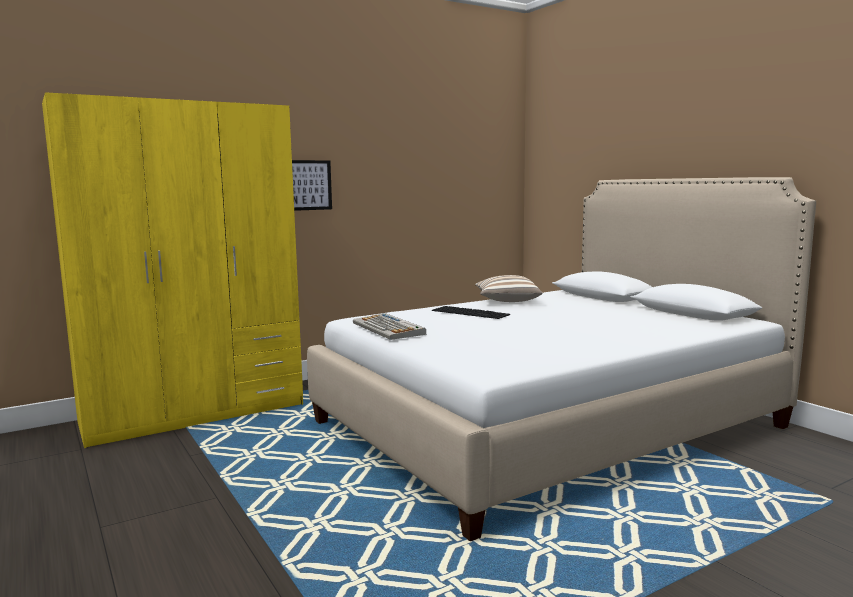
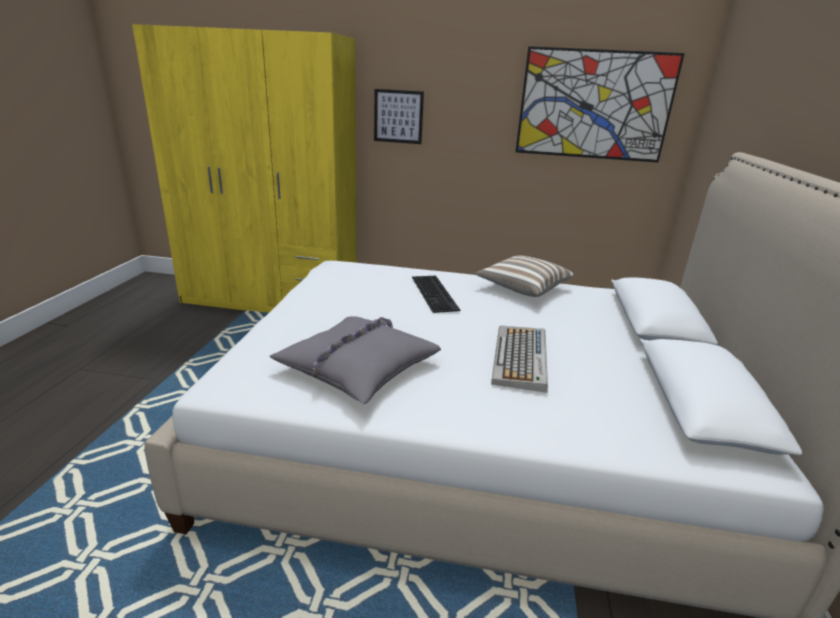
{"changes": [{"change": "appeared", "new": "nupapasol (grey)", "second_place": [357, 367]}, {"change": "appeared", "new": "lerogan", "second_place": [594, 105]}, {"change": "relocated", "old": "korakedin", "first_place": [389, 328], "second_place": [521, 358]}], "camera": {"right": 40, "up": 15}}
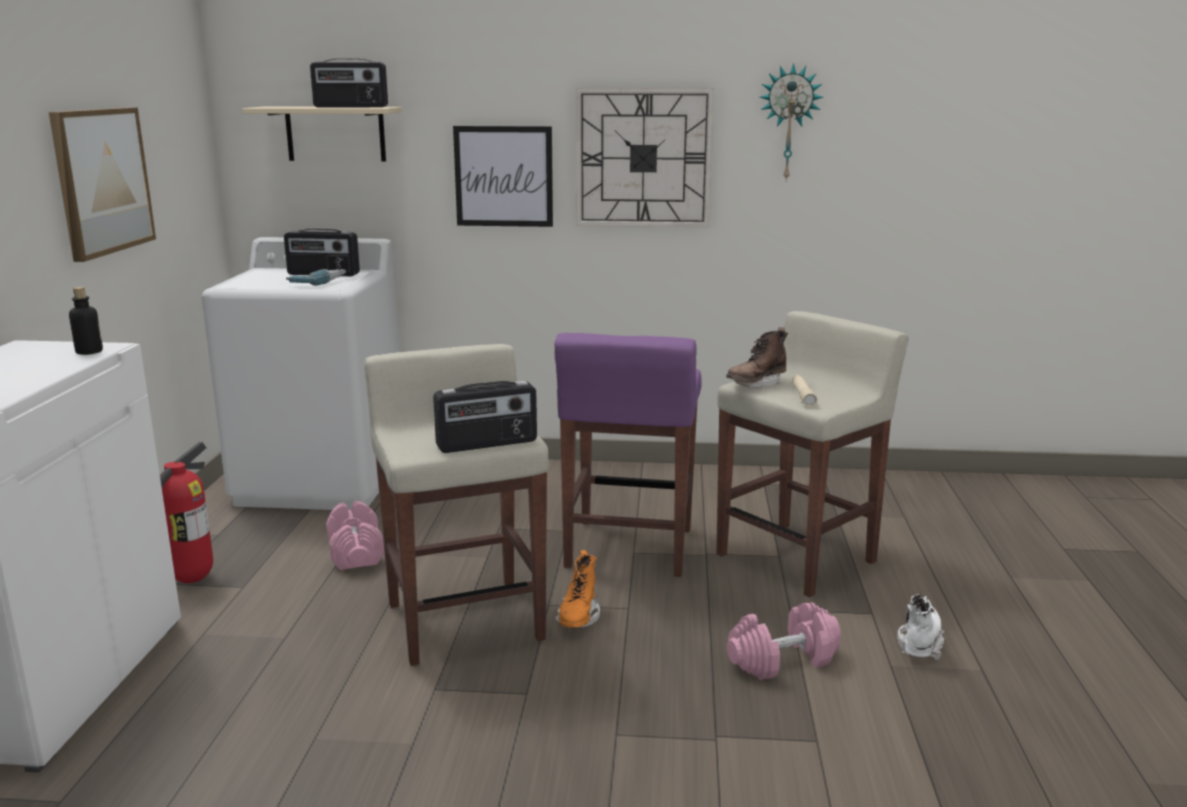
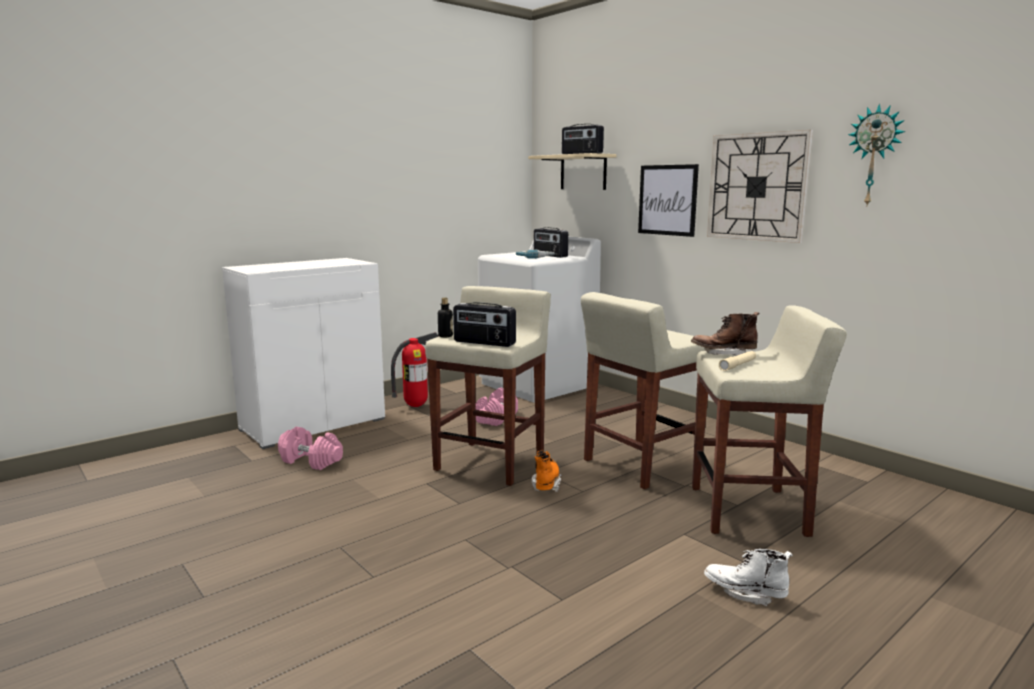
{"changes": [{"change": "missing", "old": "lerogan", "first_place": [102, 181]}, {"change": "relocated", "old": "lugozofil", "first_place": [89, 352], "second_place": [445, 336]}, {"change": "relocated", "old": "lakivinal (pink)", "first_place": [782, 660], "second_place": [311, 461]}, {"change": "colour", "old": "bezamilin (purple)", "new": "bezamilin (beige)", "first_place": [628, 549], "second_place": [639, 465]}, {"change": "spun", "old": "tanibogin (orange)", "first_place": [578, 618], "second_place": [546, 484], "degrees": 135}, {"change": "spun", "old": "tanibogin (white)", "first_place": [920, 644], "second_place": [745, 593], "degrees": -135}], "camera": {"right": 45, "up": -5}}
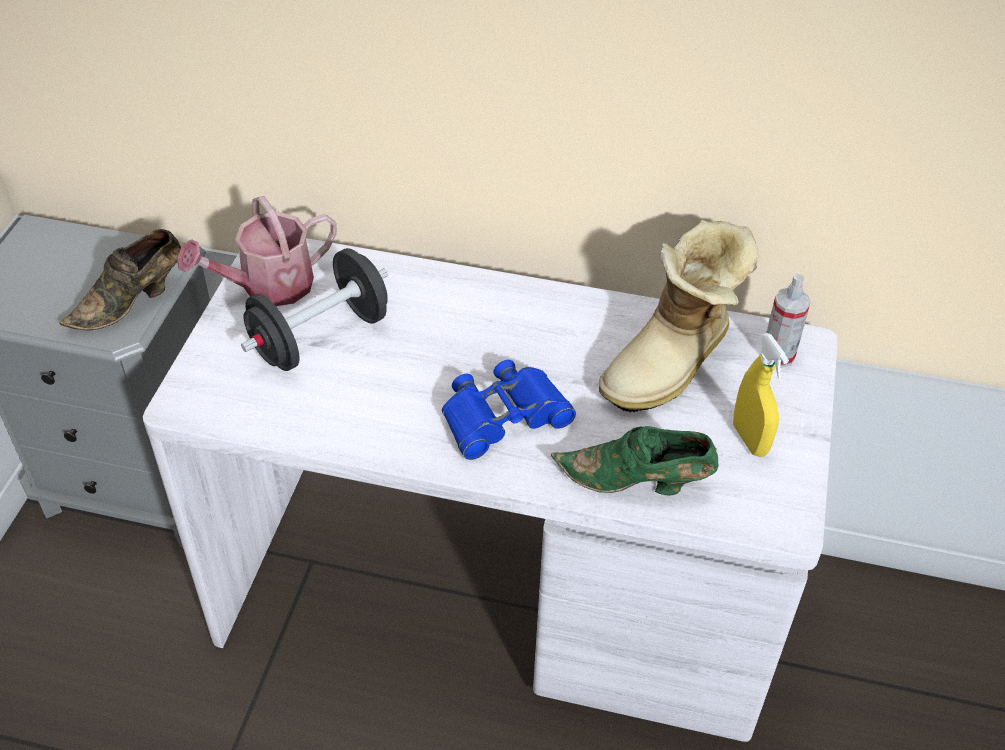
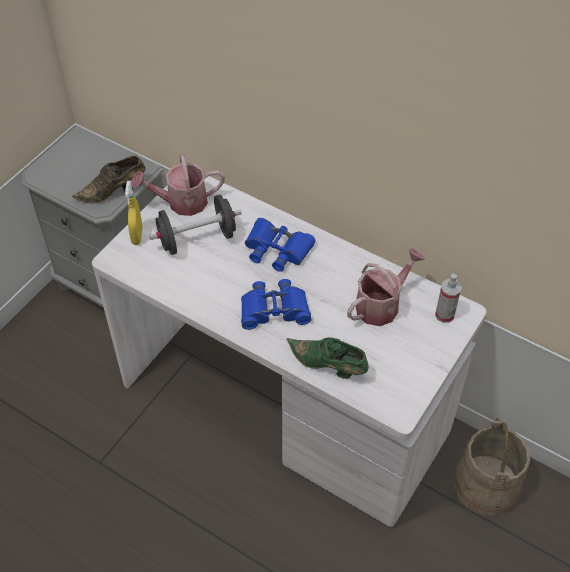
{"changes": [{"change": "appeared", "new": "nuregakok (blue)", "second_place": [277, 249]}, {"change": "appeared", "new": "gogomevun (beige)", "second_place": [486, 485]}, {"change": "relocated", "old": "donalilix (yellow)", "first_place": [750, 439], "second_place": [137, 236]}, {"change": "exchanged", "old": "tanibogin", "new": "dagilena", "first_place": [673, 364], "second_place": [381, 304]}], "camera": {"right": 20, "up": 5}}
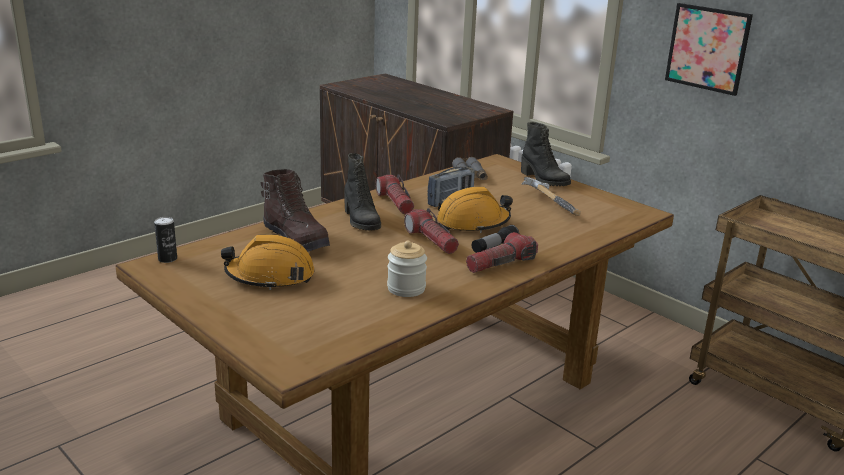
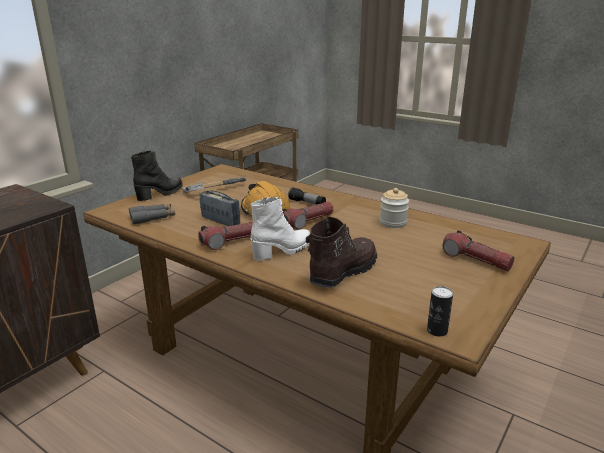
{"changes": [{"change": "missing", "old": "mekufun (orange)", "first_place": [270, 276]}, {"change": "missing", "old": "lerogan", "first_place": [707, 48]}, {"change": "relocated", "old": "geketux", "first_place": [501, 264], "second_place": [475, 260]}, {"change": "colour", "old": "tanibogin (black)", "new": "tanibogin (white)", "first_place": [360, 221], "second_place": [283, 251]}], "camera": {"right": -100, "up": 0}}
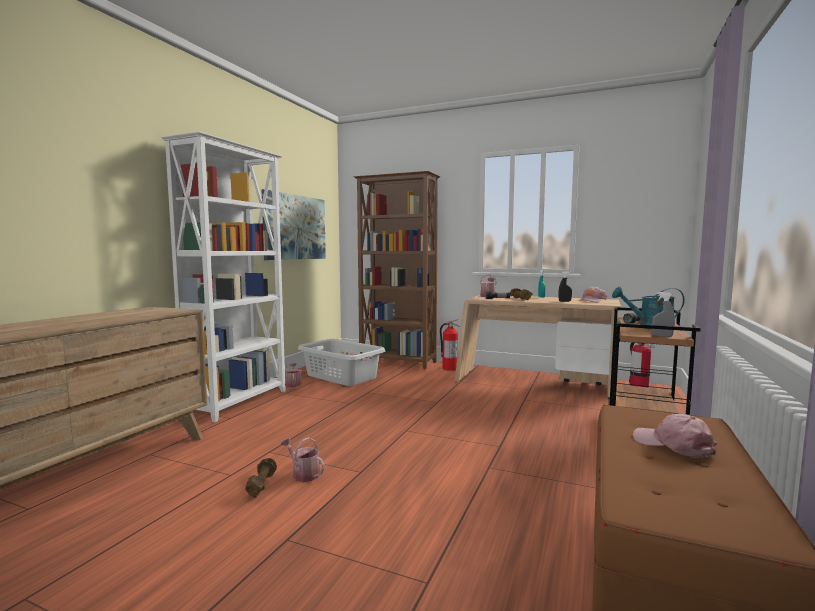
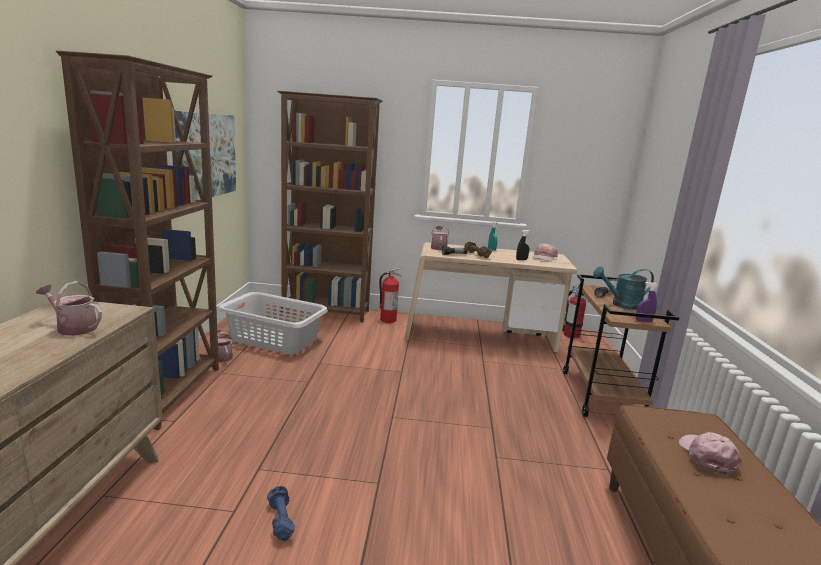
{"changes": [{"change": "relocated", "old": "dagilena", "first_place": [303, 474], "second_place": [73, 328]}, {"change": "colour", "old": "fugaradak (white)", "new": "fugaradak (brown)", "first_place": [239, 402], "second_place": [170, 393]}, {"change": "colour", "old": "lakivinal (brown)", "new": "lakivinal (blue)", "first_place": [261, 485], "second_place": [280, 520]}, {"change": "colour", "old": "donalilix (grey)", "new": "donalilix (purple)", "first_place": [662, 336], "second_place": [643, 321]}, {"change": "spun", "old": "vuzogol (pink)", "first_place": [673, 444], "second_place": [707, 456], "degrees": 60}], "camera": {"right": -20, "up": 10}}
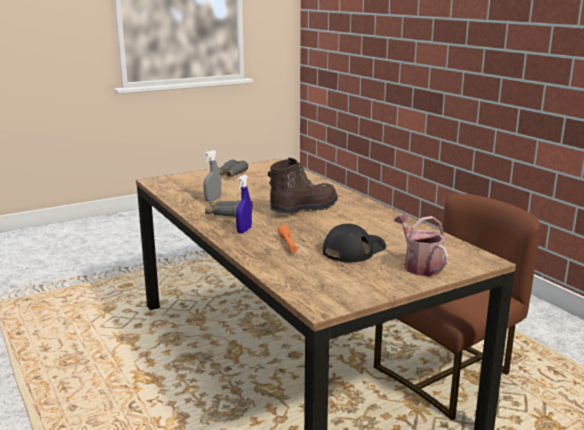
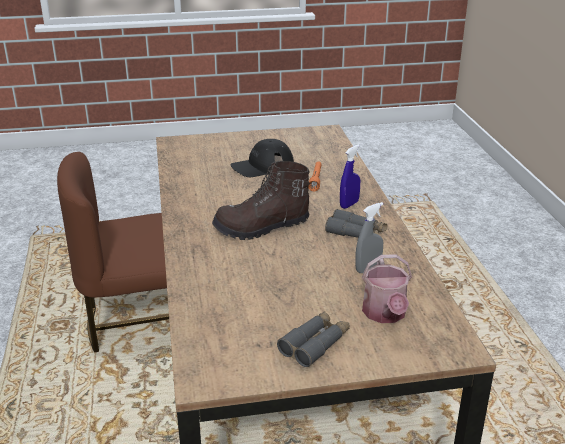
{"changes": [{"change": "relocated", "old": "dagilena", "first_place": [419, 265], "second_place": [385, 314]}], "camera": {"right": -160, "up": 10}}
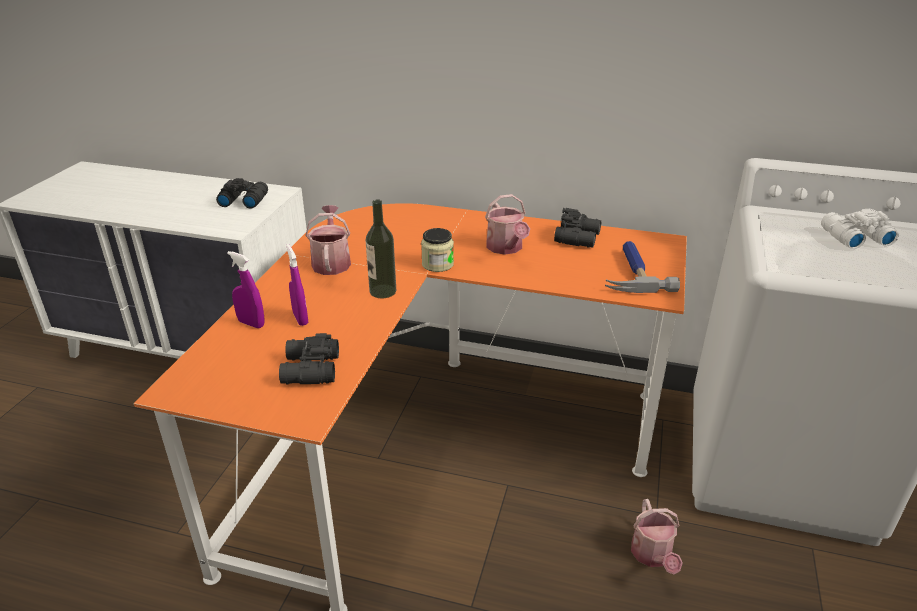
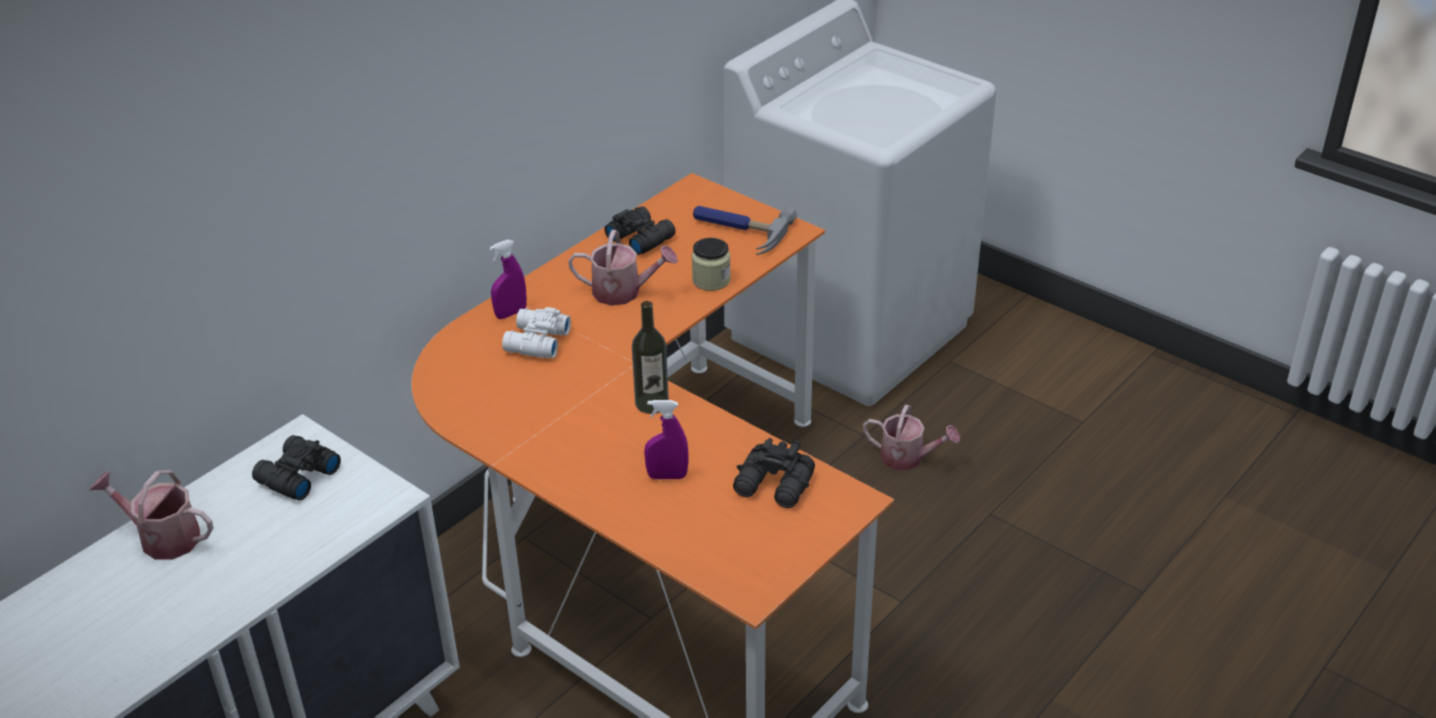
{"changes": [{"change": "relocated", "old": "donalilix (purple)", "first_place": [251, 323], "second_place": [511, 313]}, {"change": "relocated", "old": "dagilena", "first_place": [331, 262], "second_place": [163, 537]}, {"change": "relocated", "old": "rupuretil", "first_place": [437, 264], "second_place": [711, 280]}, {"change": "relocated", "old": "nuregakok (white)", "first_place": [853, 237], "second_place": [535, 342]}], "camera": {"right": -65, "up": 5}}
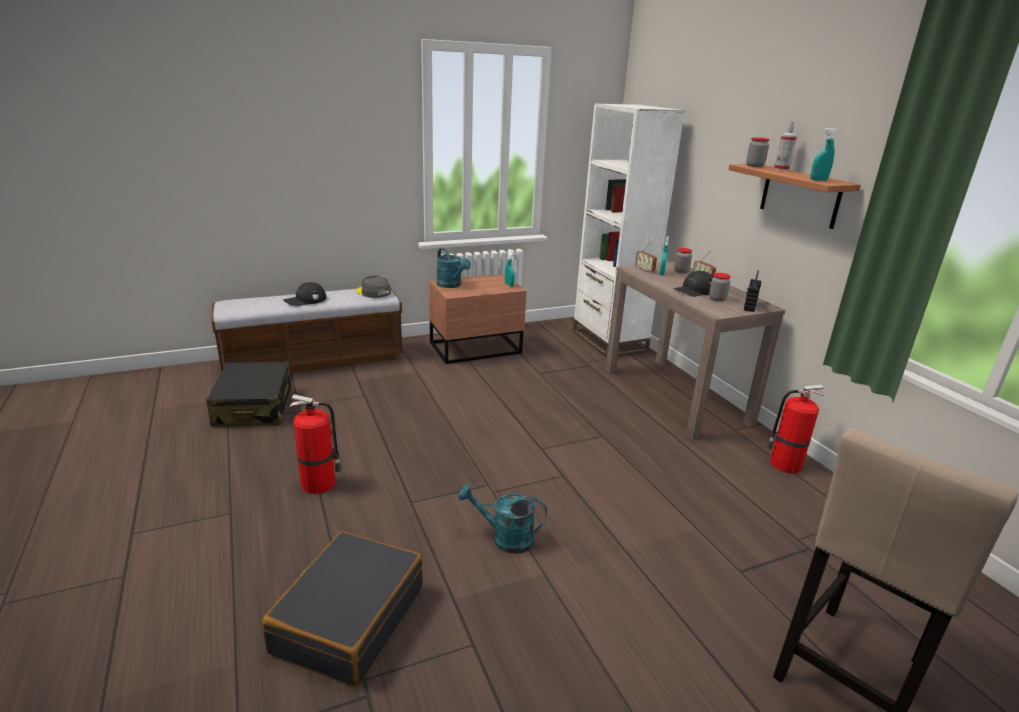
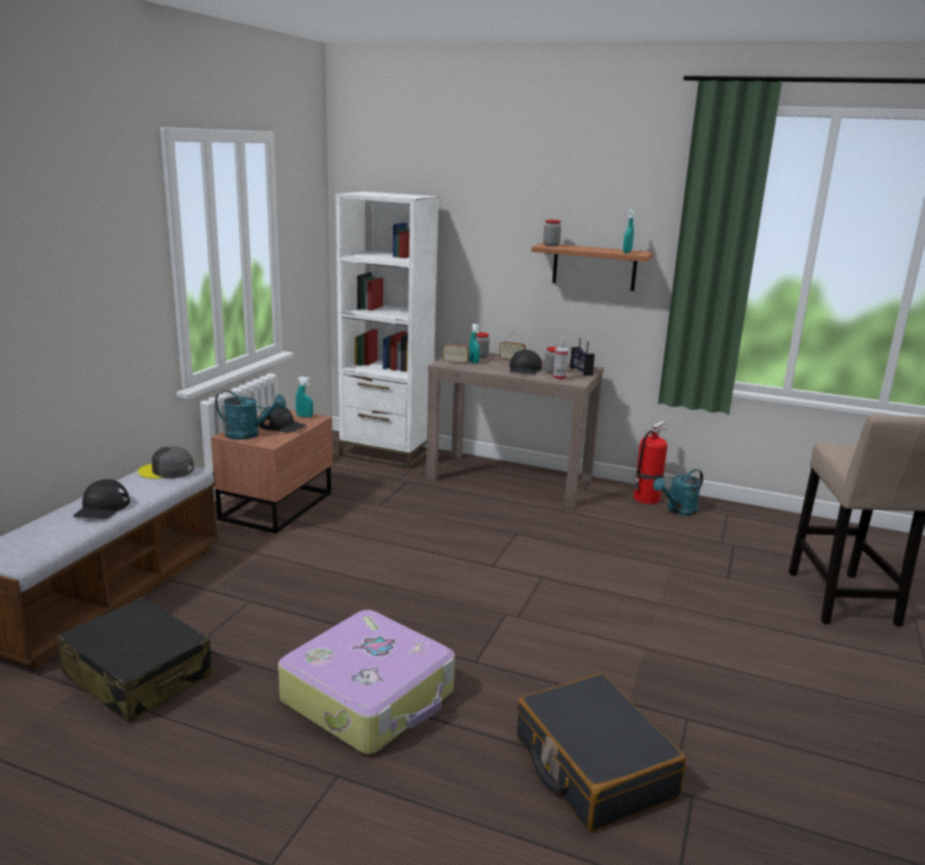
{"changes": [{"change": "appeared", "new": "vuzogol (black)", "second_place": [282, 426]}, {"change": "relocated", "old": "dagilena (turquoise)", "first_place": [504, 538], "second_place": [678, 510]}, {"change": "relocated", "old": "donalilix", "first_place": [781, 170], "second_place": [559, 379]}, {"change": "exchanged", "old": "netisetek", "new": "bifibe", "first_place": [320, 483], "second_place": [370, 697]}], "camera": {"right": -45, "up": -5}}
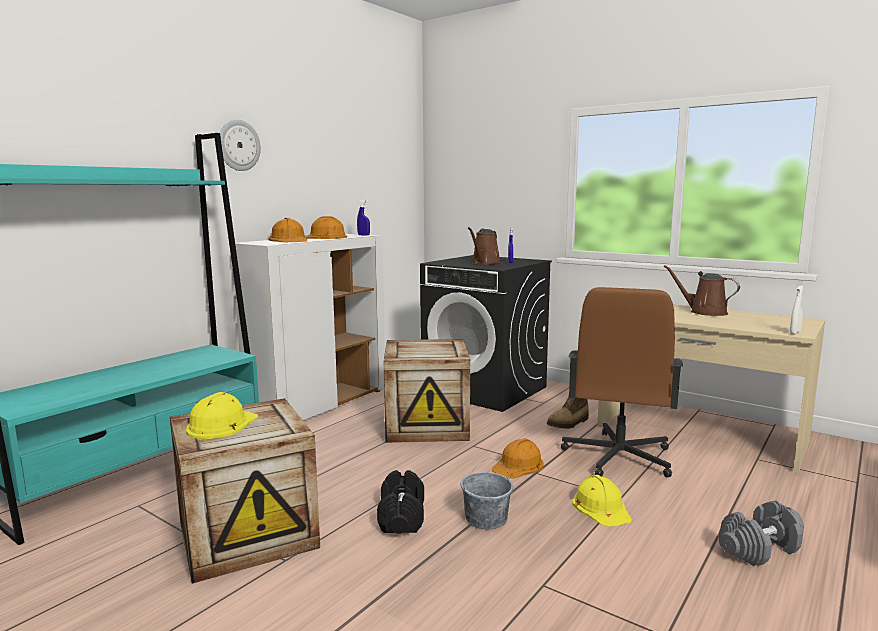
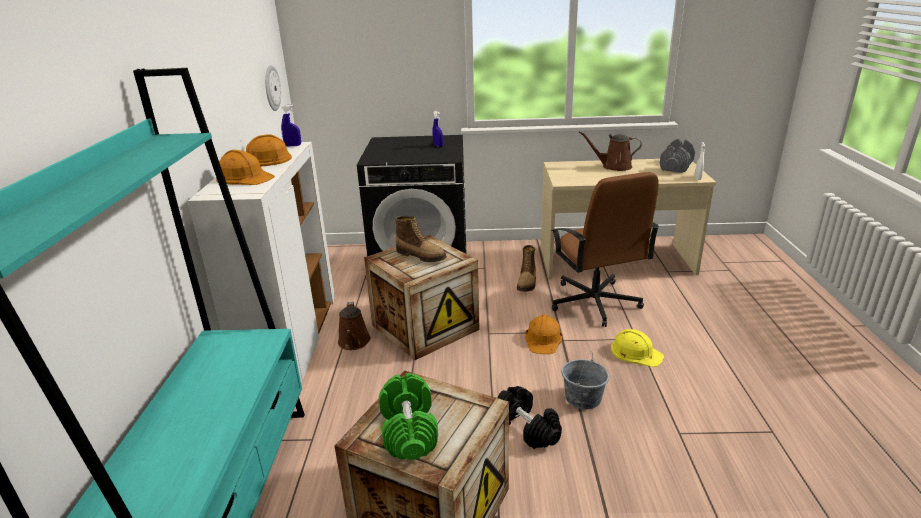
{"changes": [{"change": "appeared", "new": "tanibogin", "second_place": [421, 256]}, {"change": "relocated", "old": "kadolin", "first_place": [238, 145], "second_place": [271, 88]}, {"change": "relocated", "old": "dagilena (brown)", "first_place": [484, 263], "second_place": [354, 343]}, {"change": "relocated", "old": "lakivinal (grey)", "first_place": [759, 549], "second_place": [676, 166]}, {"change": "exchanged", "old": "mekufun (yellow)", "new": "lakivinal (green)", "first_place": [221, 424], "second_place": [408, 430]}], "camera": {"right": -35, "up": 15}}
